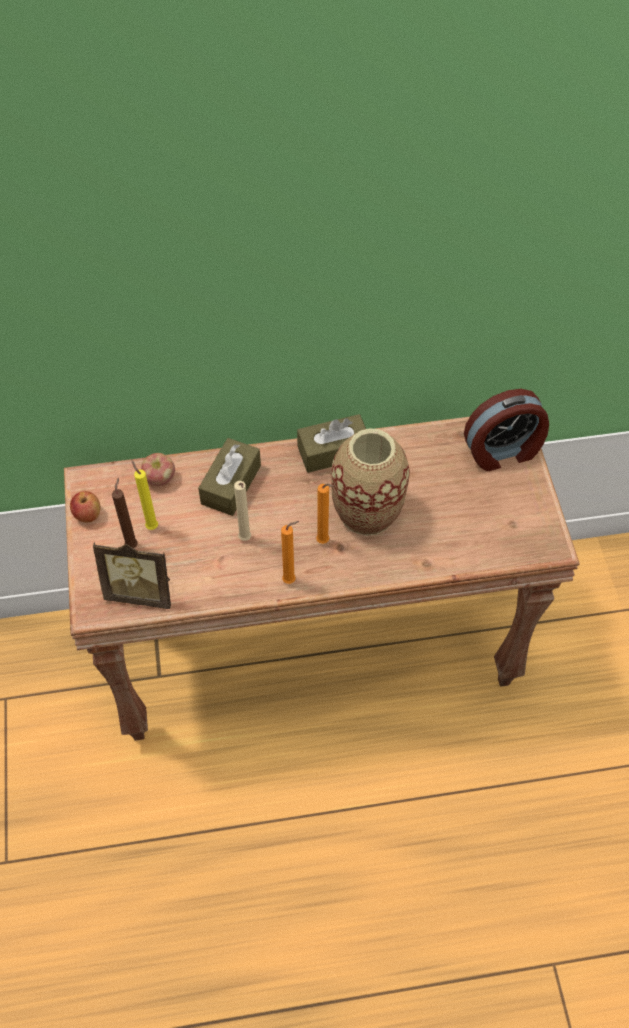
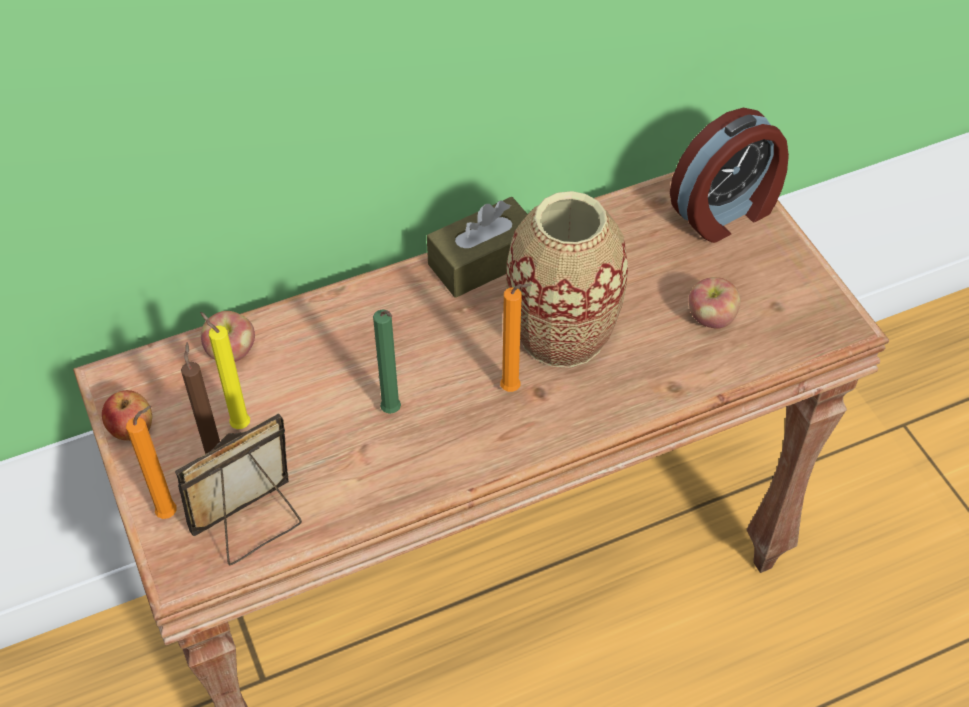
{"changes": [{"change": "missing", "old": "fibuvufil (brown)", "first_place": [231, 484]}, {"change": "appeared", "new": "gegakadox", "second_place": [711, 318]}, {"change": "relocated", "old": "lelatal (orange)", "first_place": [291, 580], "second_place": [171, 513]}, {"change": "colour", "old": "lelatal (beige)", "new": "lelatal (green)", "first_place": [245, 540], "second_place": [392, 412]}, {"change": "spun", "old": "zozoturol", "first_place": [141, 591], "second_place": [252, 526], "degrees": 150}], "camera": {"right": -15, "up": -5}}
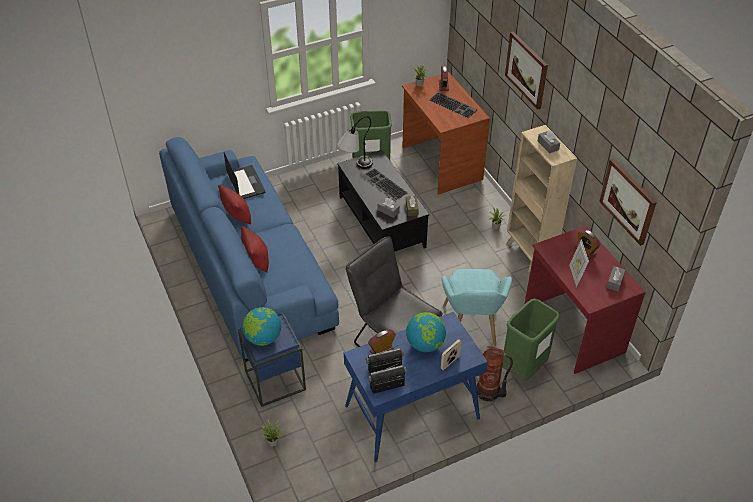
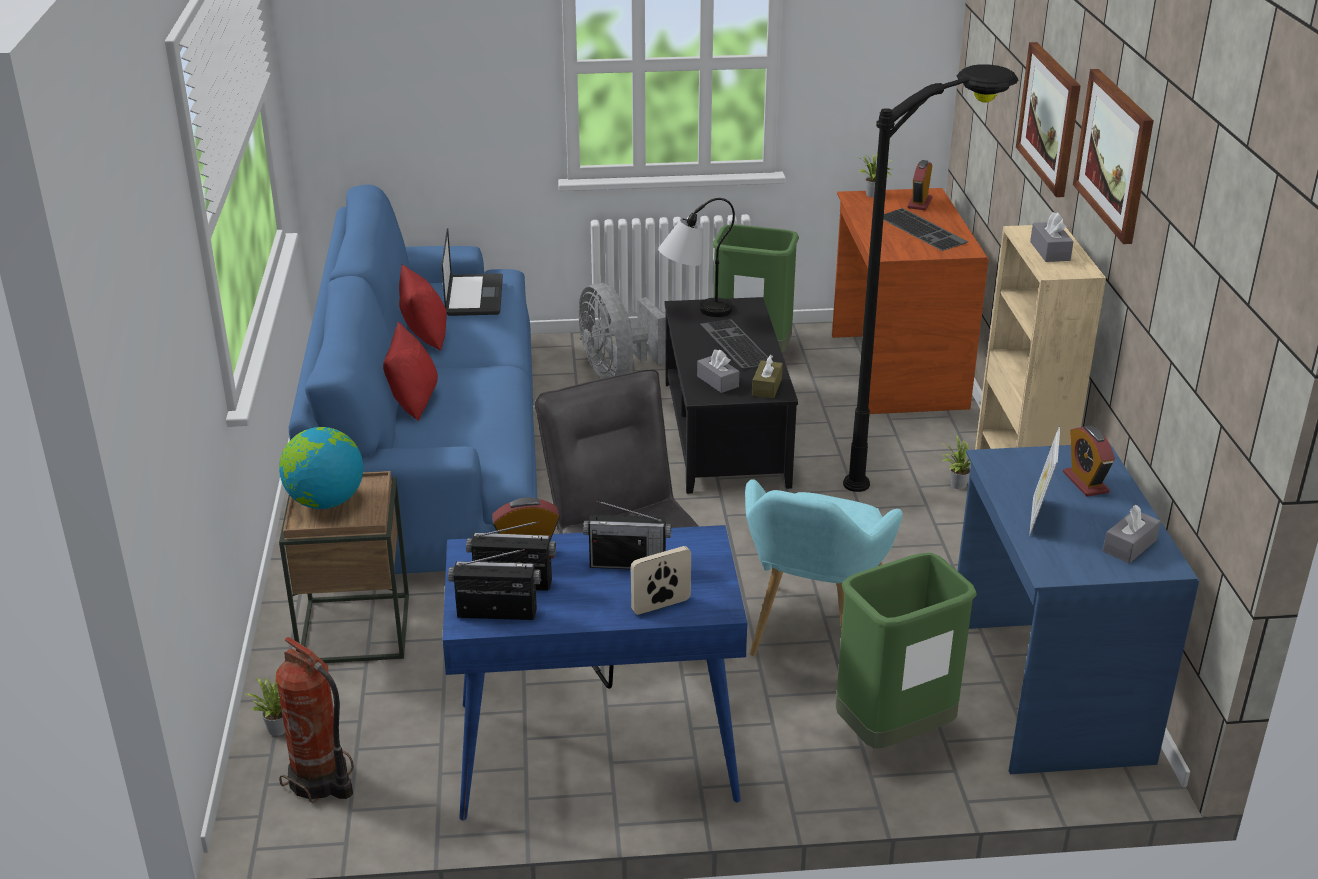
{"changes": [{"change": "appeared", "new": "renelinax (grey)", "second_place": [616, 372]}, {"change": "appeared", "new": "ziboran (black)", "second_place": [920, 460]}, {"change": "relocated", "old": "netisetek", "first_place": [489, 392], "second_place": [320, 782]}, {"change": "relocated", "old": "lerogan", "first_place": [628, 201], "second_place": [1115, 154]}, {"change": "exchanged", "old": "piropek", "new": "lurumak", "first_place": [425, 344], "second_place": [627, 563]}, {"change": "colour", "old": "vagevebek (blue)", "new": "vagevebek (brown)", "first_place": [275, 380], "second_place": [354, 629]}, {"change": "colour", "old": "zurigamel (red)", "new": "zurigamel (blue)", "first_place": [572, 329], "second_place": [1044, 691]}], "camera": {"right": 20, "up": -15}}
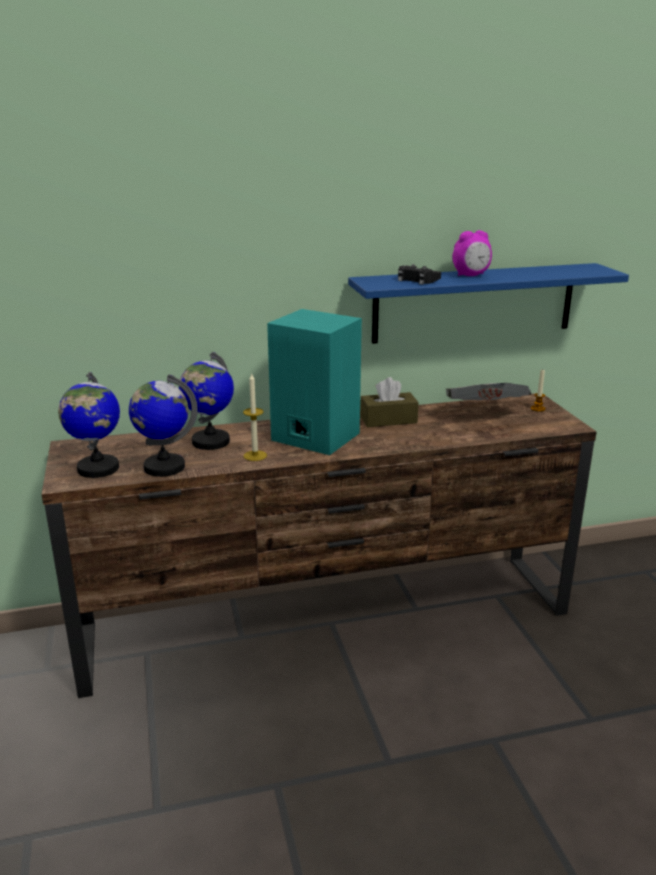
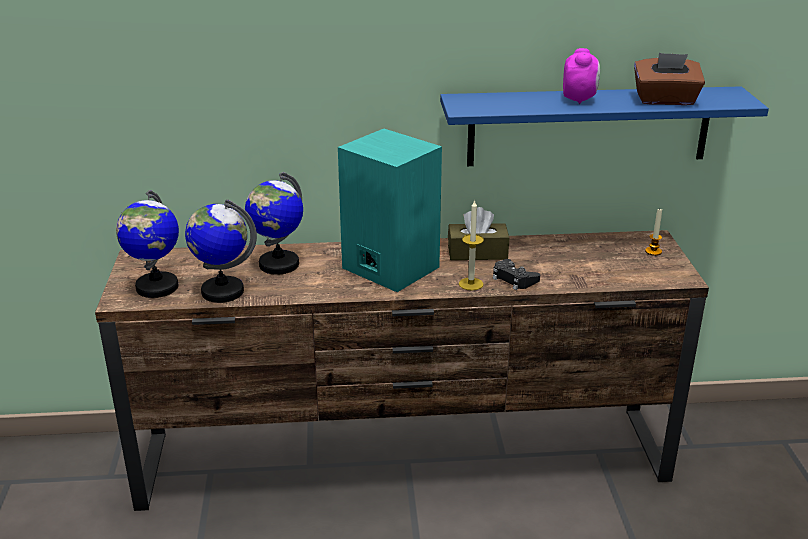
{"changes": [{"change": "missing", "old": "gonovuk", "first_place": [485, 415]}, {"change": "appeared", "new": "fibuvufil (brown)", "second_place": [665, 100]}, {"change": "relocated", "old": "lelatal", "first_place": [255, 455], "second_place": [471, 284]}, {"change": "relocated", "old": "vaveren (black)", "first_place": [417, 280], "second_place": [514, 279]}, {"change": "spun", "old": "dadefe", "first_place": [471, 275], "second_place": [579, 99], "degrees": -75}], "camera": {"right": 10, "up": 5}}
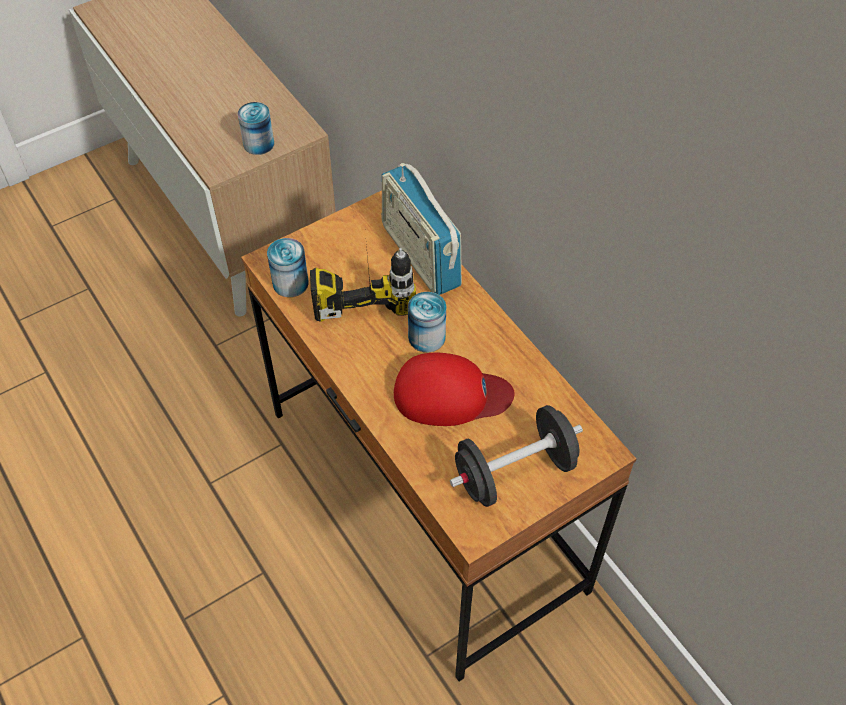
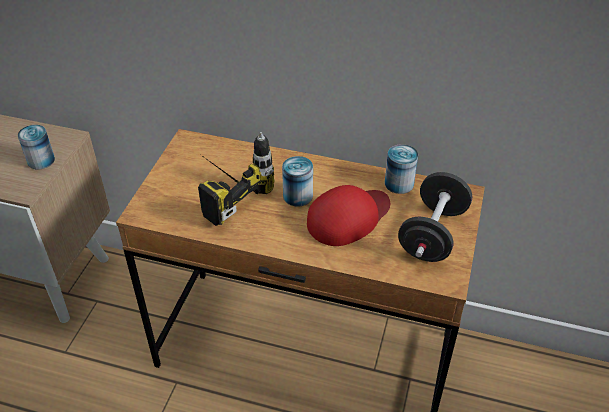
{"changes": [{"change": "missing", "old": "lurumak", "first_place": [420, 256]}, {"change": "relocated", "old": "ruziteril", "first_place": [290, 283], "second_place": [399, 183]}], "camera": {"right": -40, "up": -10}}
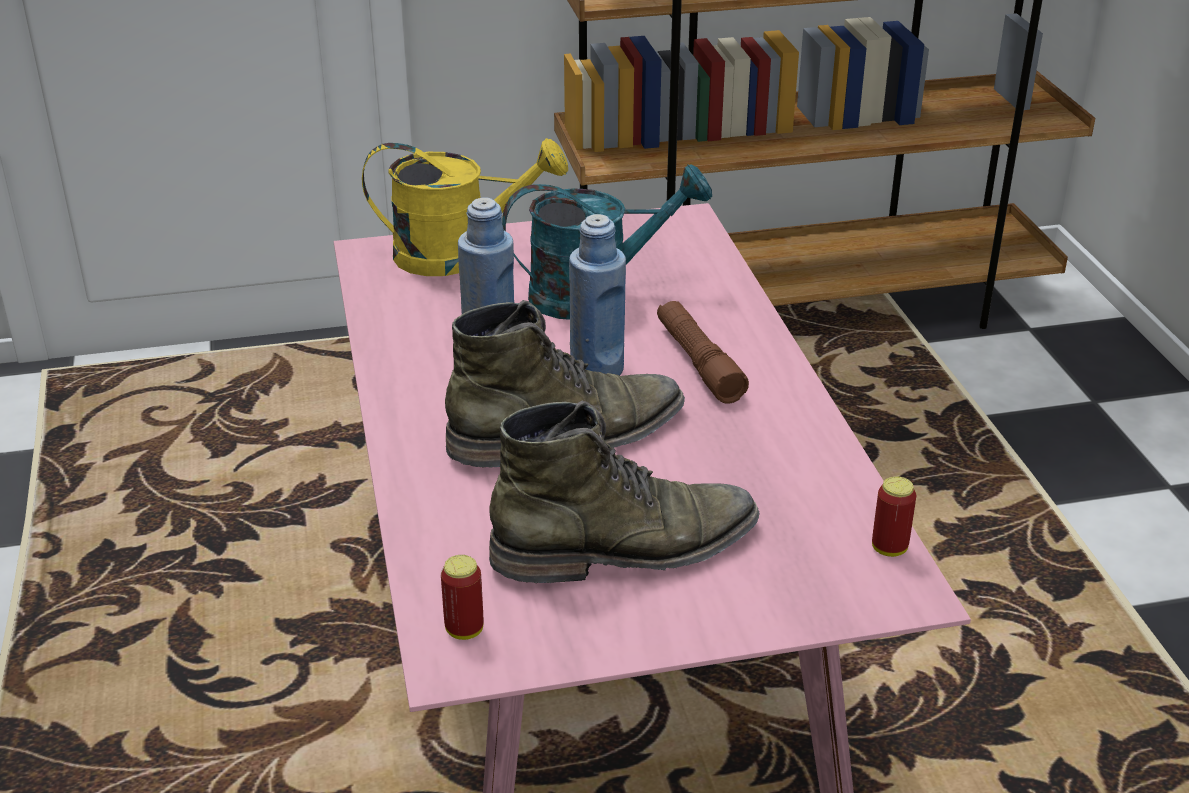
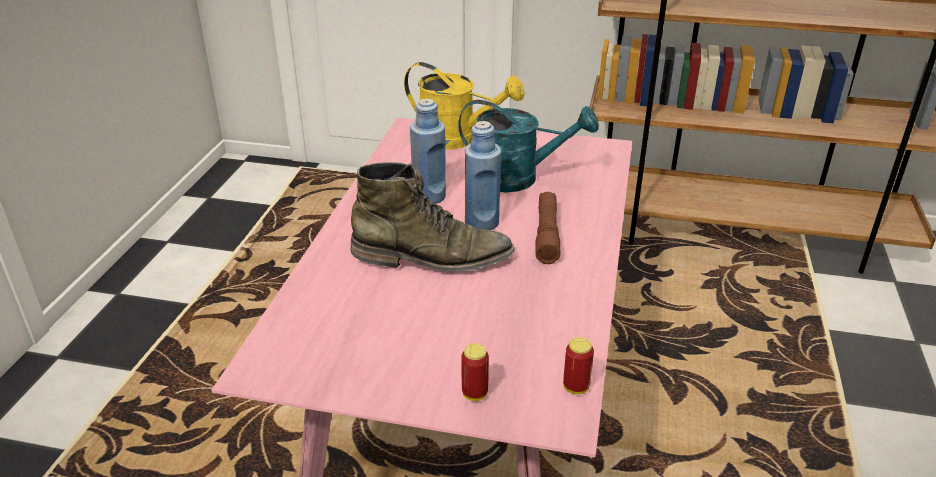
{"changes": [{"change": "missing", "old": "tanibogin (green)", "first_place": [627, 548]}, {"change": "relocated", "old": "ruziteril", "first_place": [464, 630], "second_place": [474, 393]}], "camera": {"right": 25, "up": 0}}
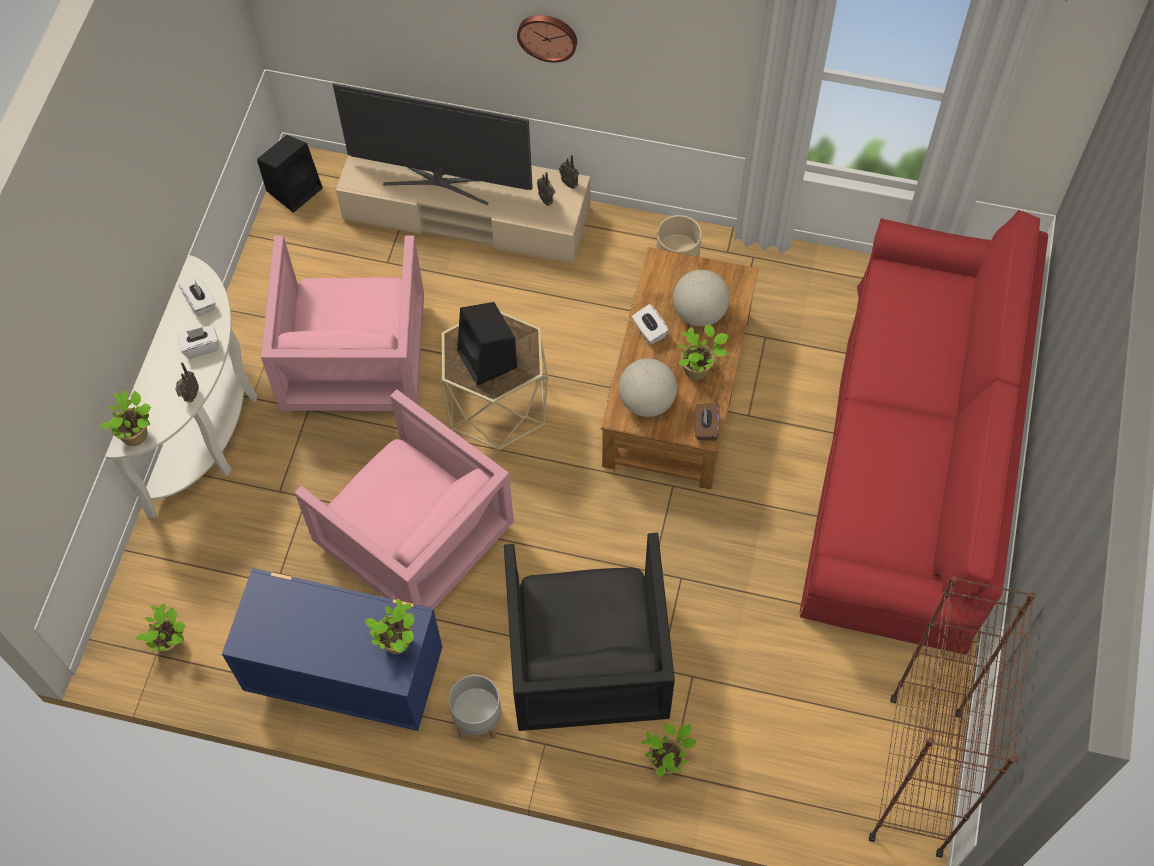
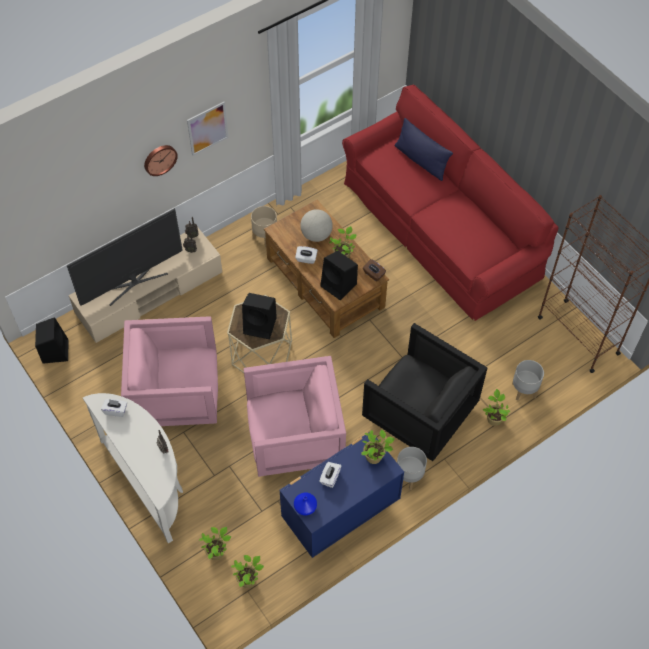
{"changes": [{"change": "appeared", "new": "lerogan", "second_place": [207, 128]}, {"change": "appeared", "new": "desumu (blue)", "second_place": [305, 507]}, {"change": "appeared", "new": "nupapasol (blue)", "second_place": [421, 160]}, {"change": "appeared", "new": "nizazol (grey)", "second_place": [523, 390]}, {"change": "relocated", "old": "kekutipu", "first_place": [137, 435], "second_place": [217, 552]}, {"change": "relocated", "old": "fibuvufil (white)", "first_place": [201, 347], "second_place": [330, 478]}, {"change": "exchanged", "old": "piropek", "new": "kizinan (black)", "first_place": [647, 401], "second_place": [339, 285]}, {"change": "spun", "old": "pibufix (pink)", "first_place": [355, 358], "second_place": [176, 393], "degrees": 135}], "camera": {"right": -50, "up": -5}}
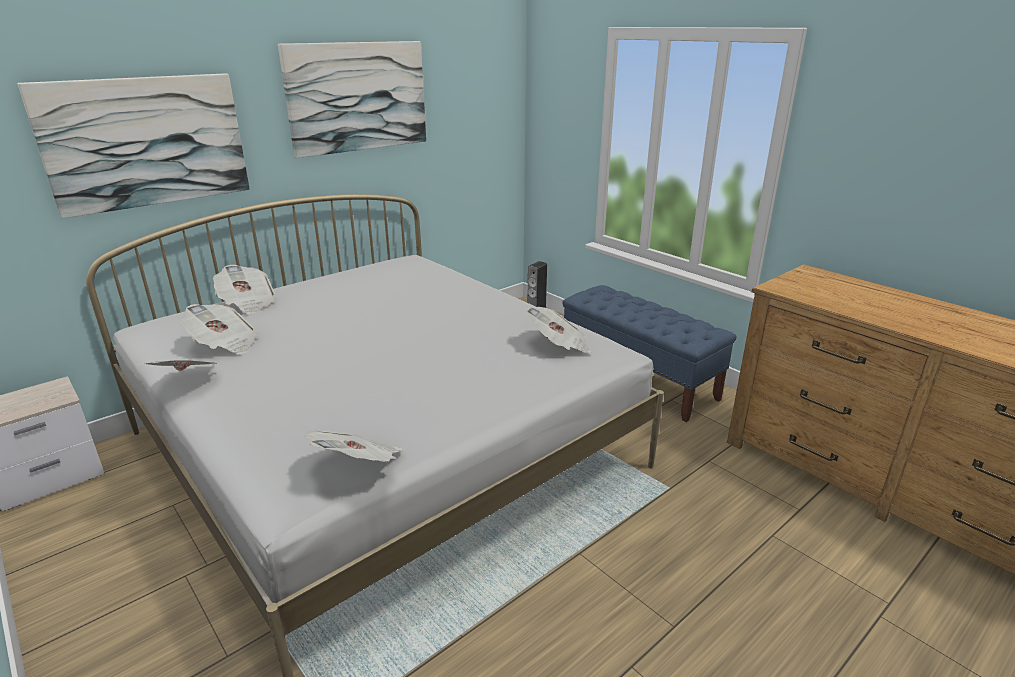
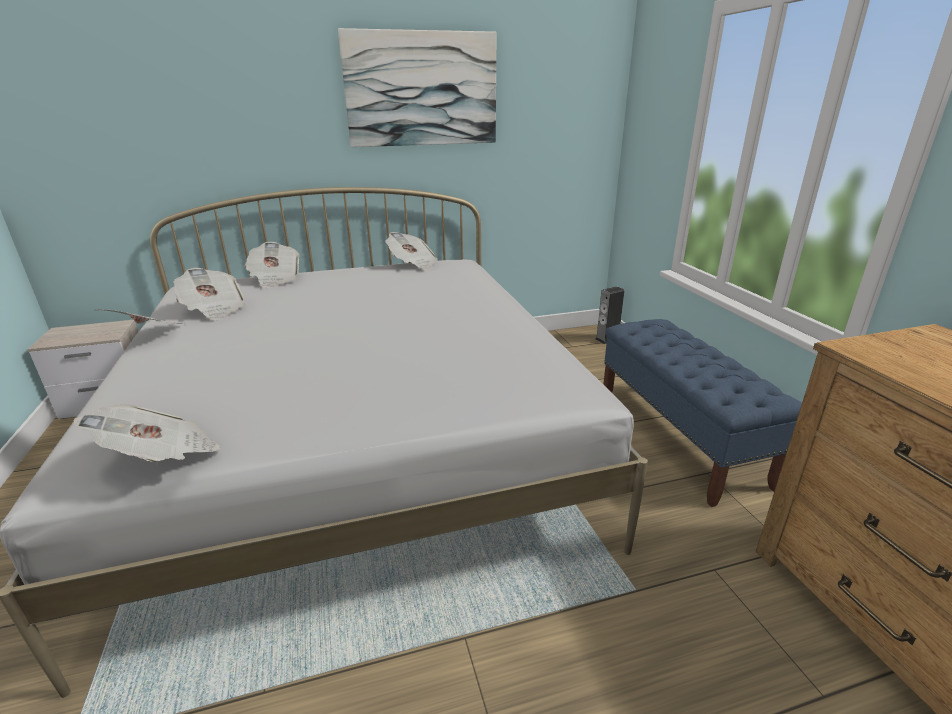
{"changes": [{"change": "missing", "old": "lerogan", "first_place": [146, 142]}, {"change": "relocated", "old": "gonovuk", "first_place": [559, 346], "second_place": [413, 264]}], "camera": {"right": 25, "up": 0}}
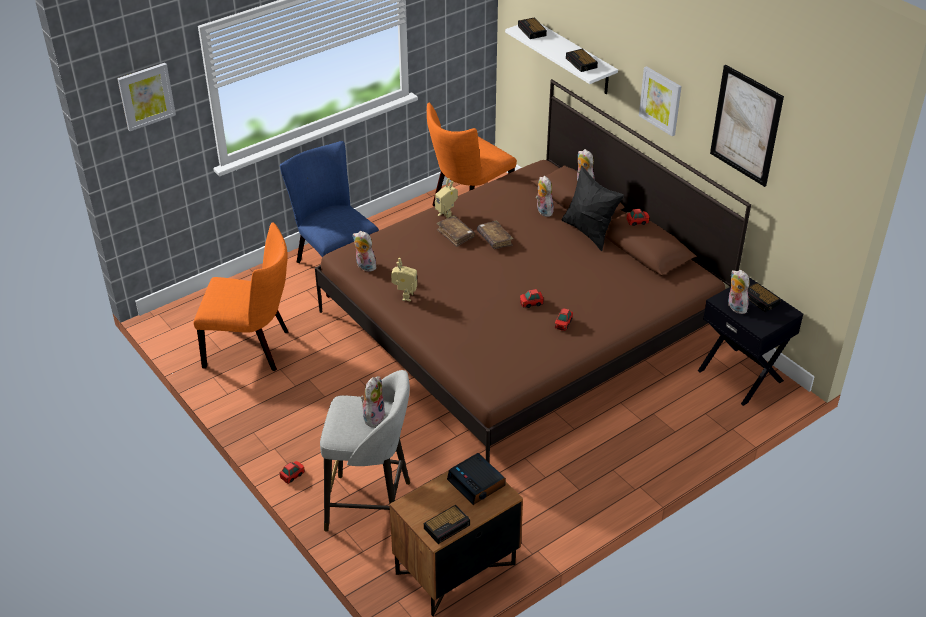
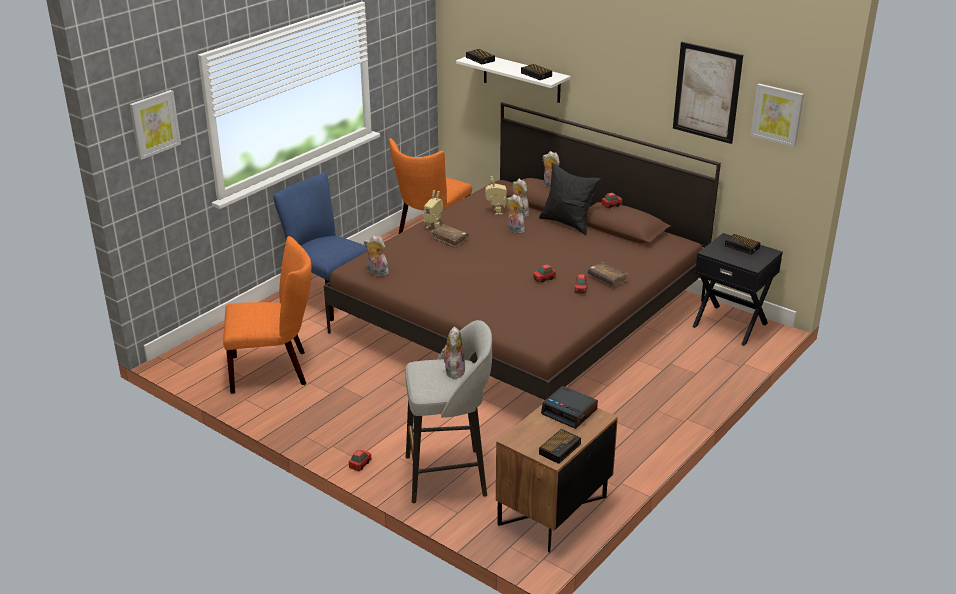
{"changes": [{"change": "relocated", "old": "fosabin", "first_place": [404, 296], "second_place": [495, 212]}, {"change": "relocated", "old": "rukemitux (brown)", "first_place": [494, 239], "second_place": [607, 279]}, {"change": "relocated", "old": "lerogan", "first_place": [661, 100], "second_place": [777, 114]}, {"change": "relocated", "old": "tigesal", "first_place": [735, 307], "second_place": [514, 230]}], "camera": {"right": -15, "up": -10}}
